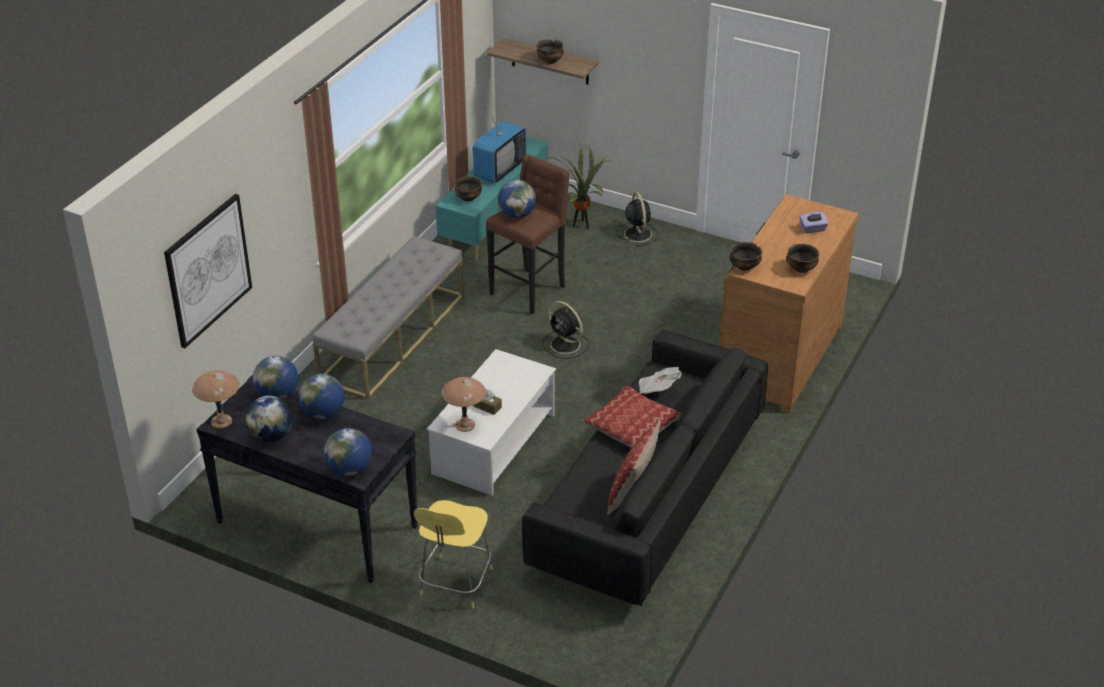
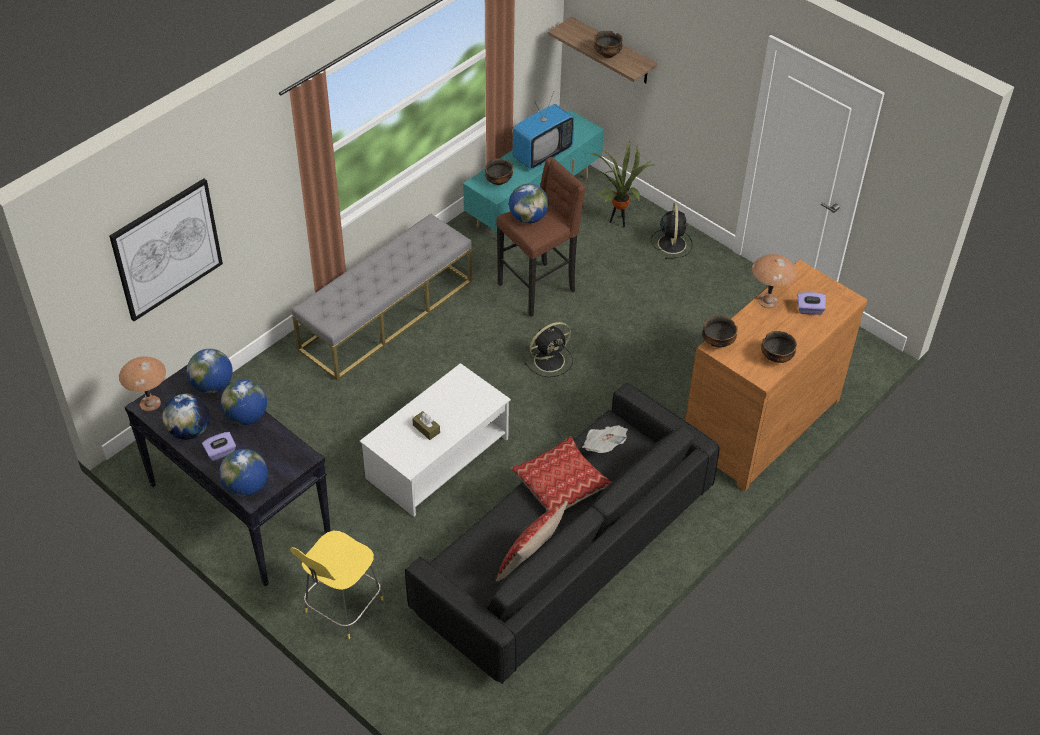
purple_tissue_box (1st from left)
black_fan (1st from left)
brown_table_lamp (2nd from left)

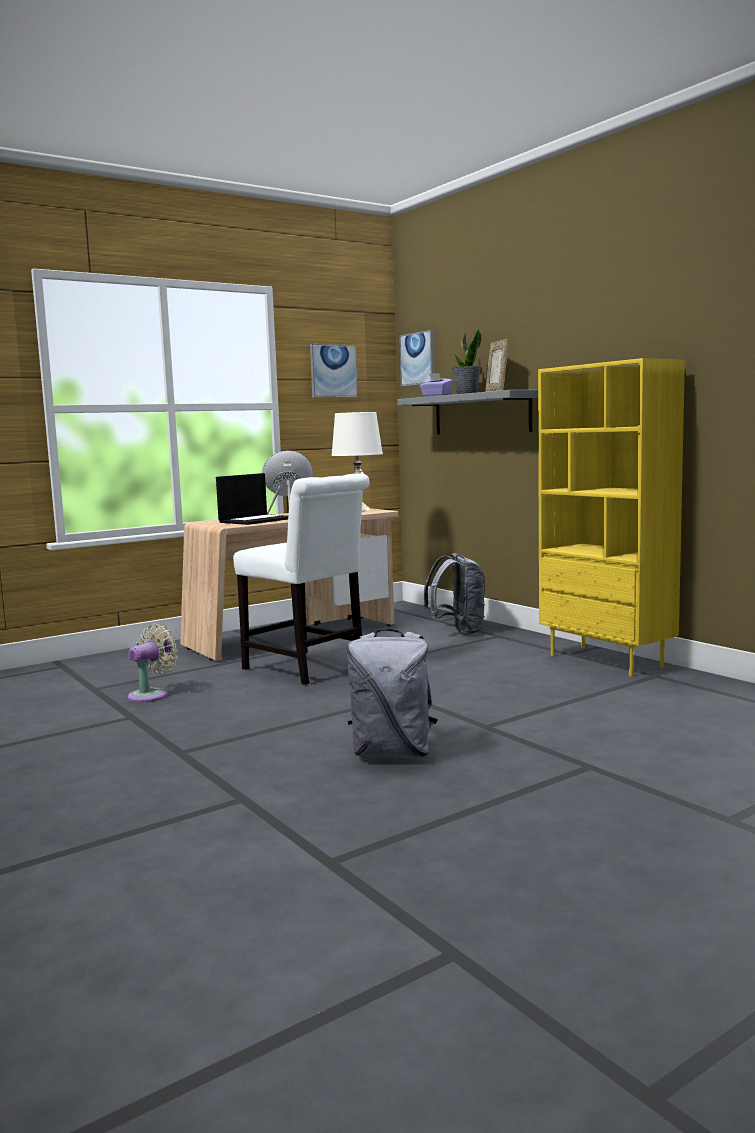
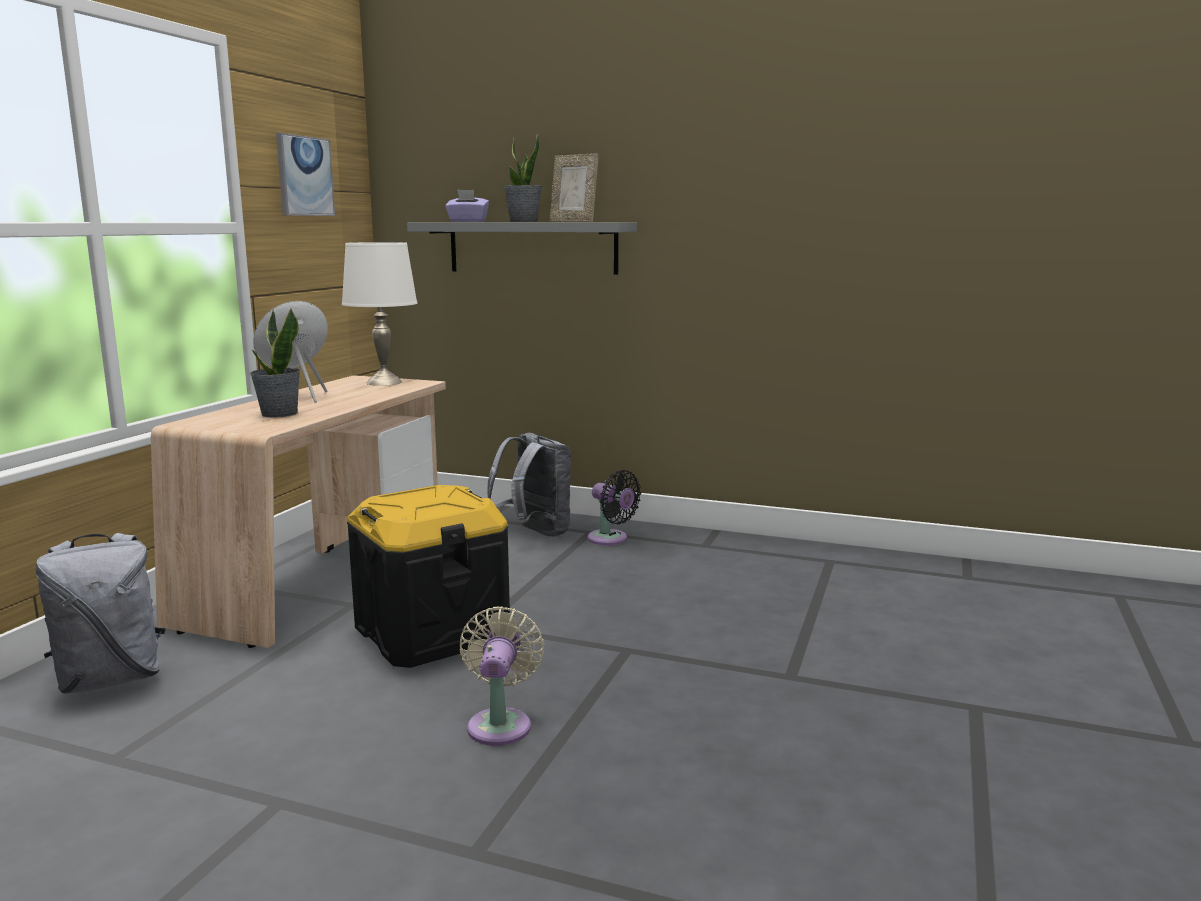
grey_backpack (1st from left)
potted_plant (1st from left)
black_storage_box
beige_fan
black_fan
picture (2nd from left in the first image)
yellow_bookcase

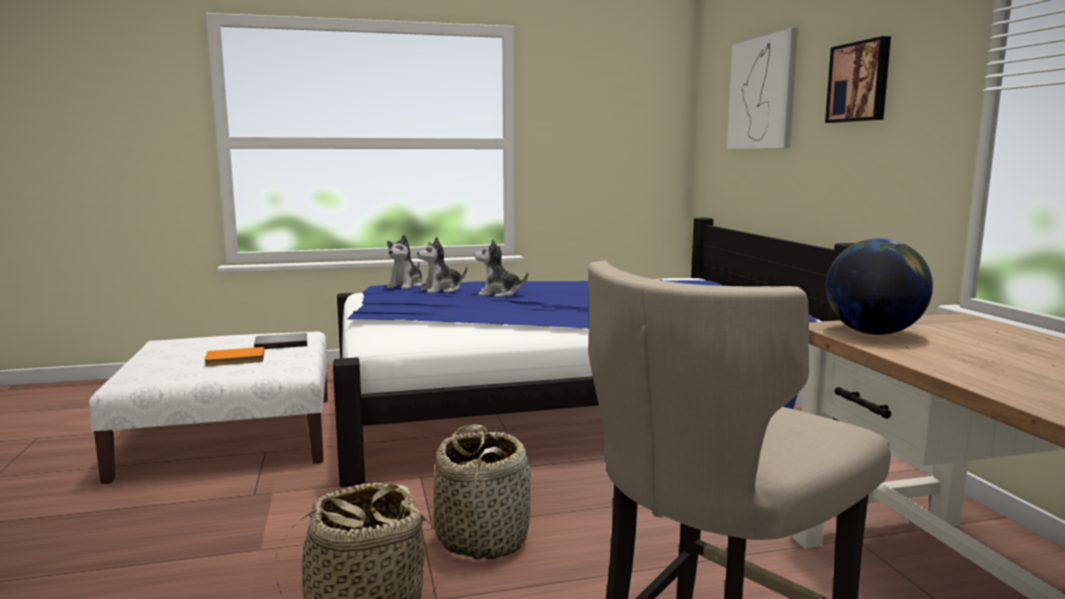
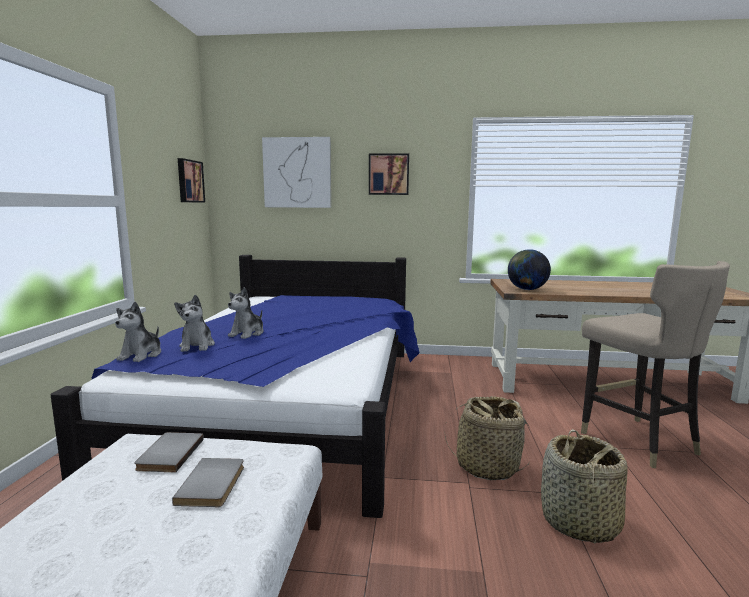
plush_toy (1st from left)
grey_book (2nd from left)
picture (1st from left)

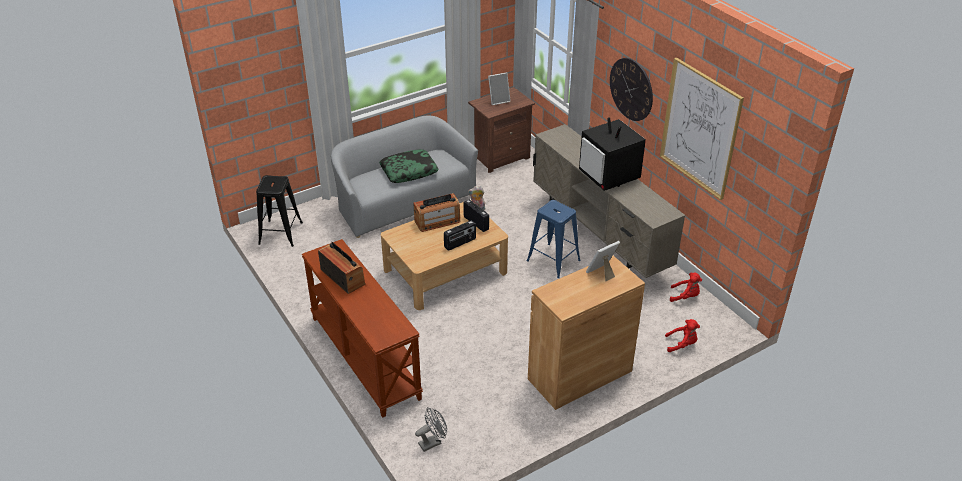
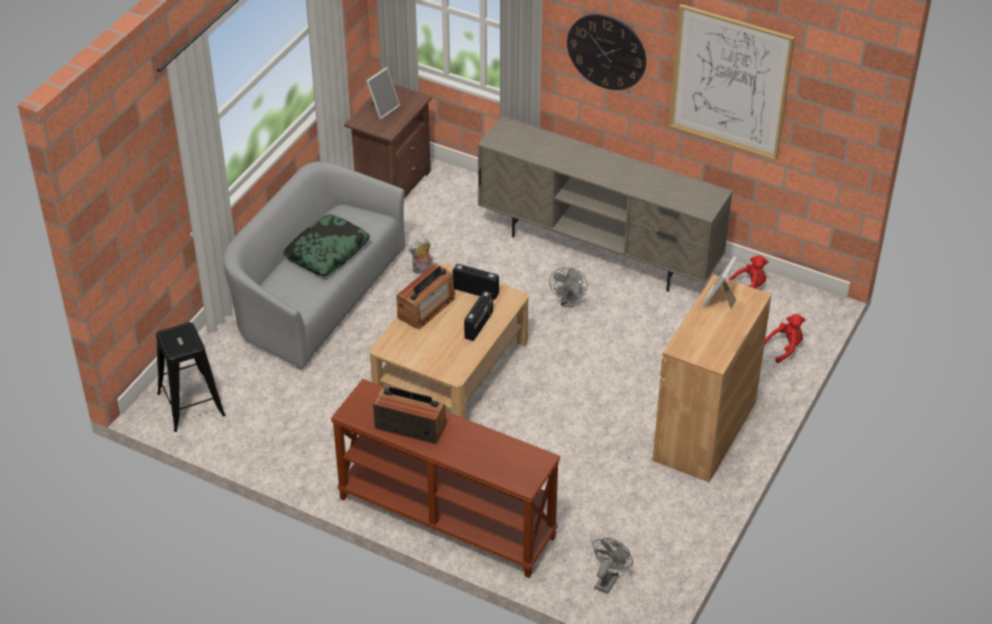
grey_fan (1st from left)
television

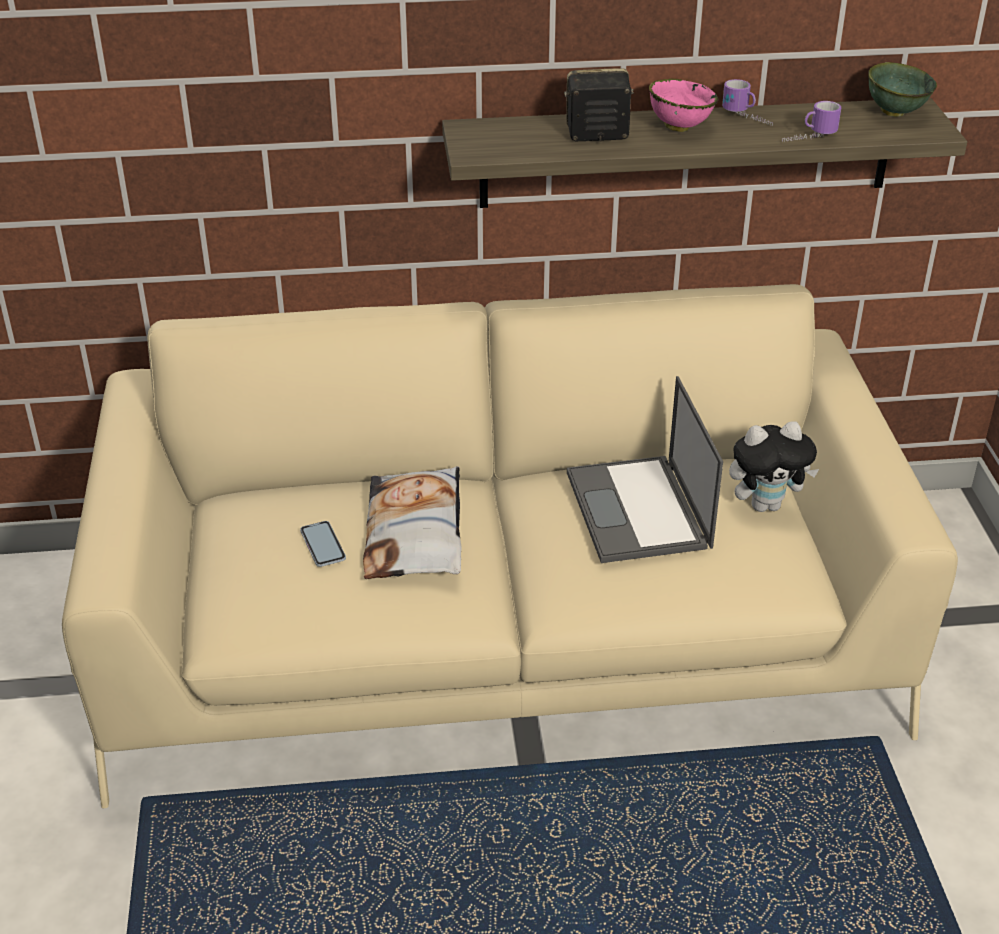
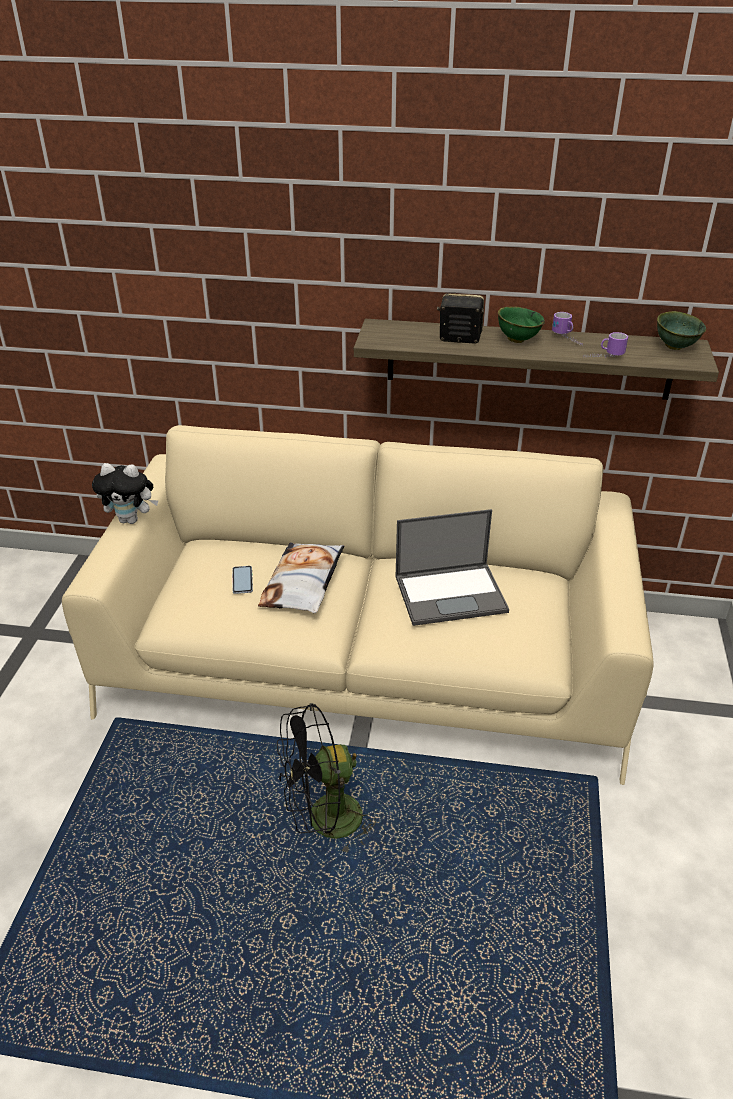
plush_toy
black_fan
laptop
green_bowl (1st from left)

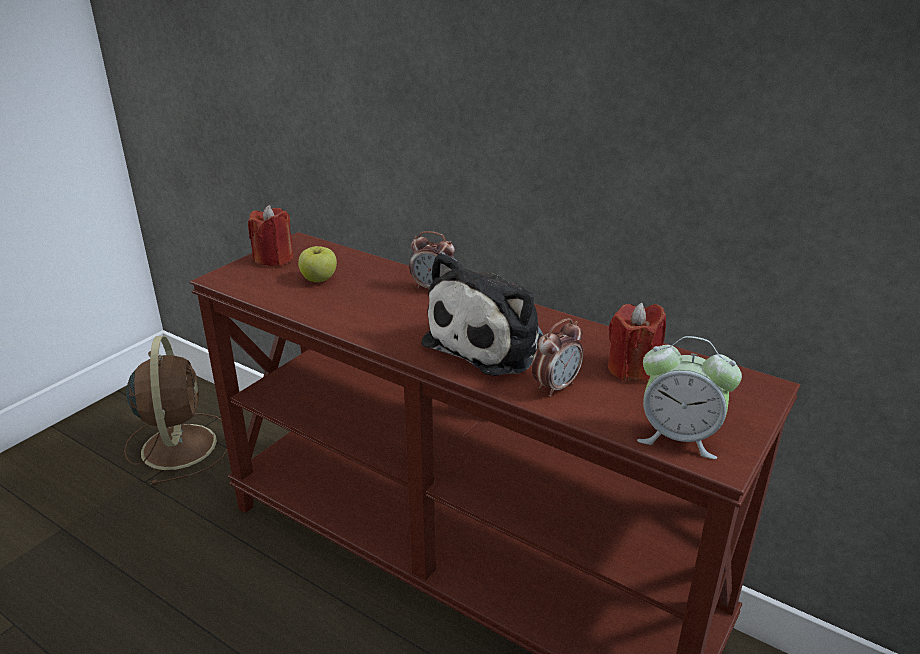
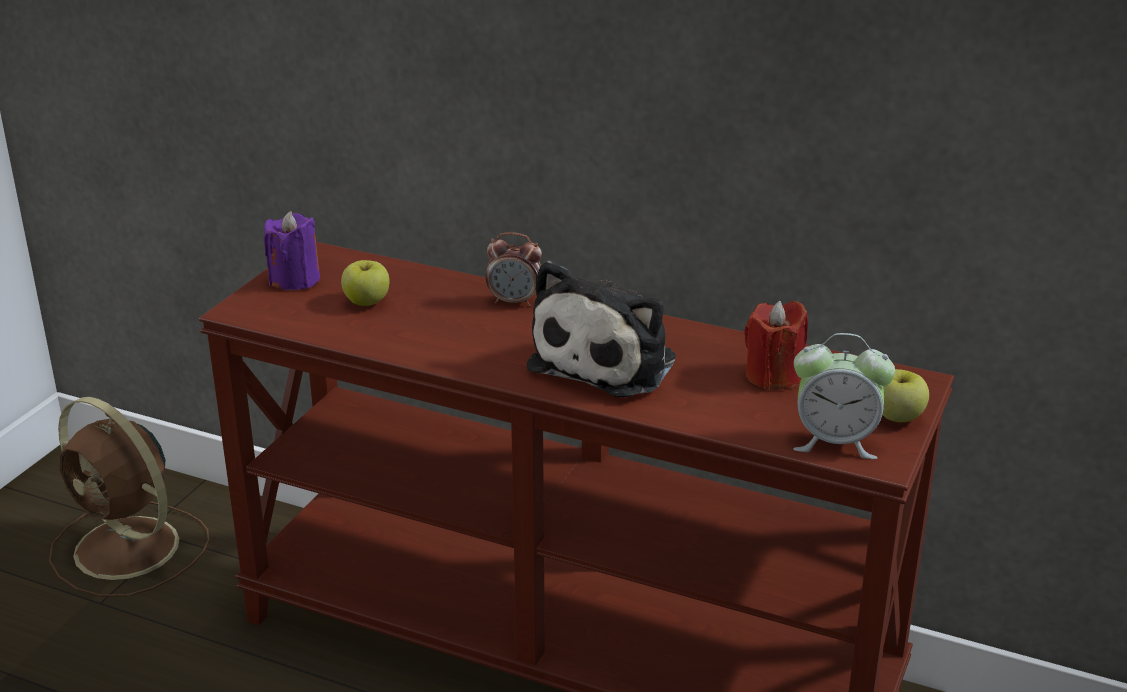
brown_fan
purple_candle
apple (2nd from left)
alarm_clock (2nd from left in the first image)

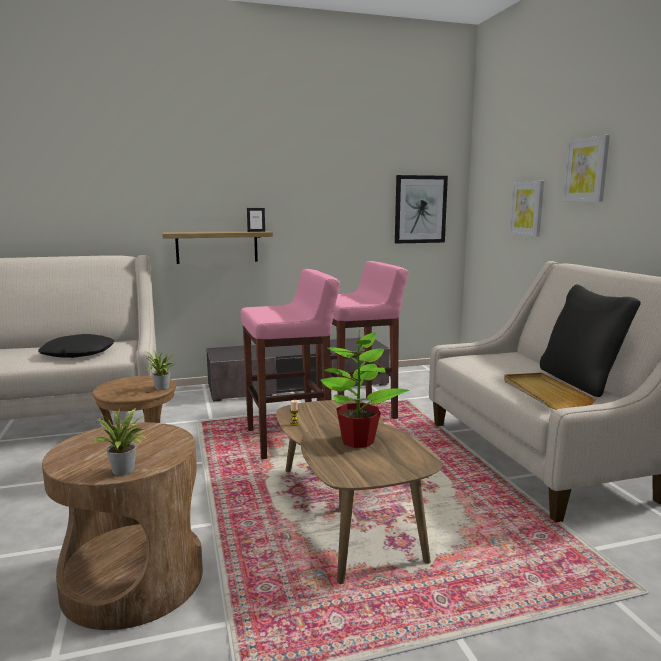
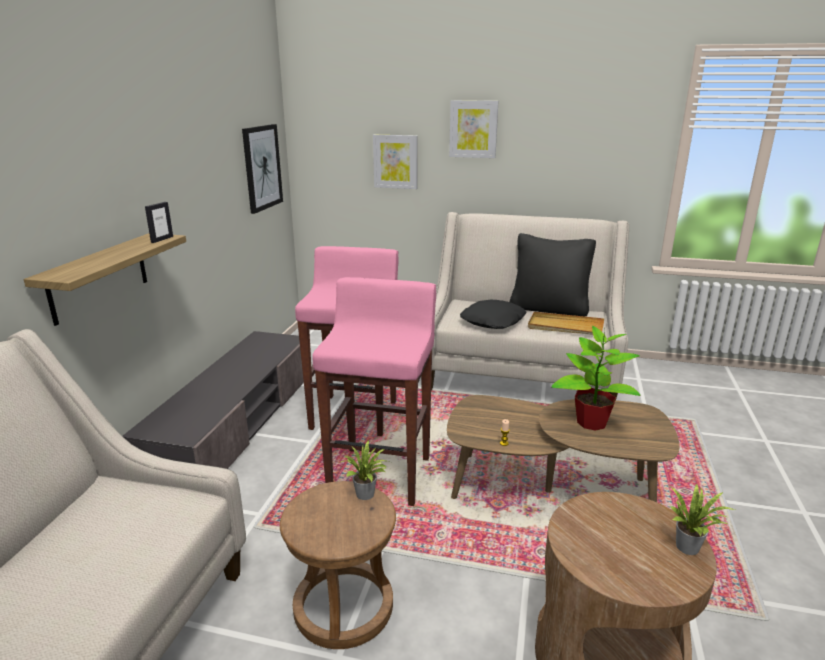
black_pillow (1st from left)

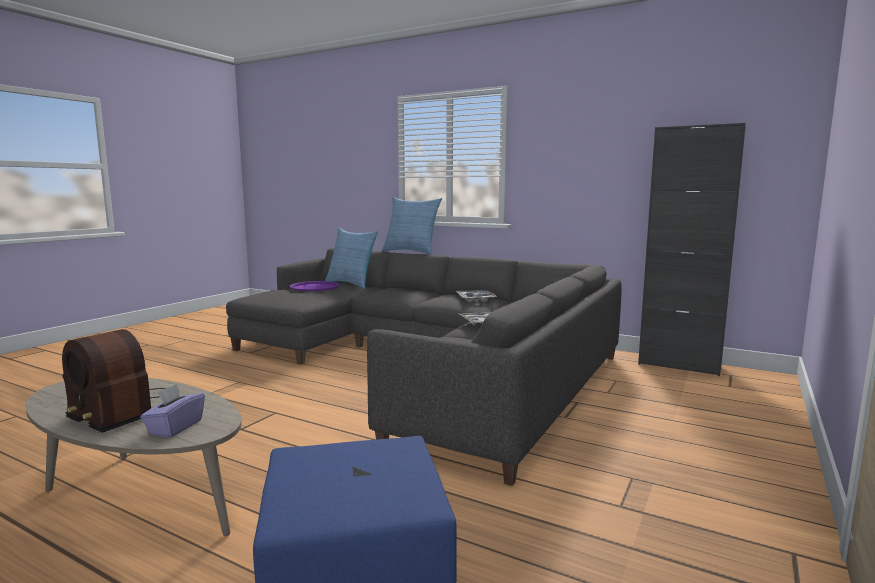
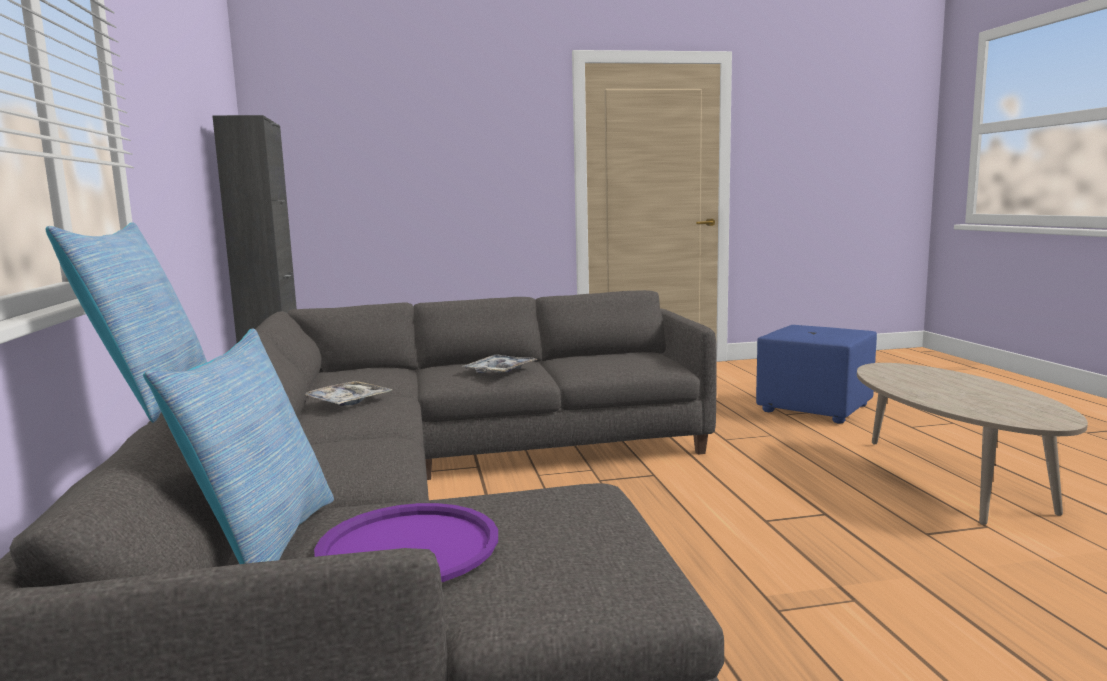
radio
purple_tissue_box

